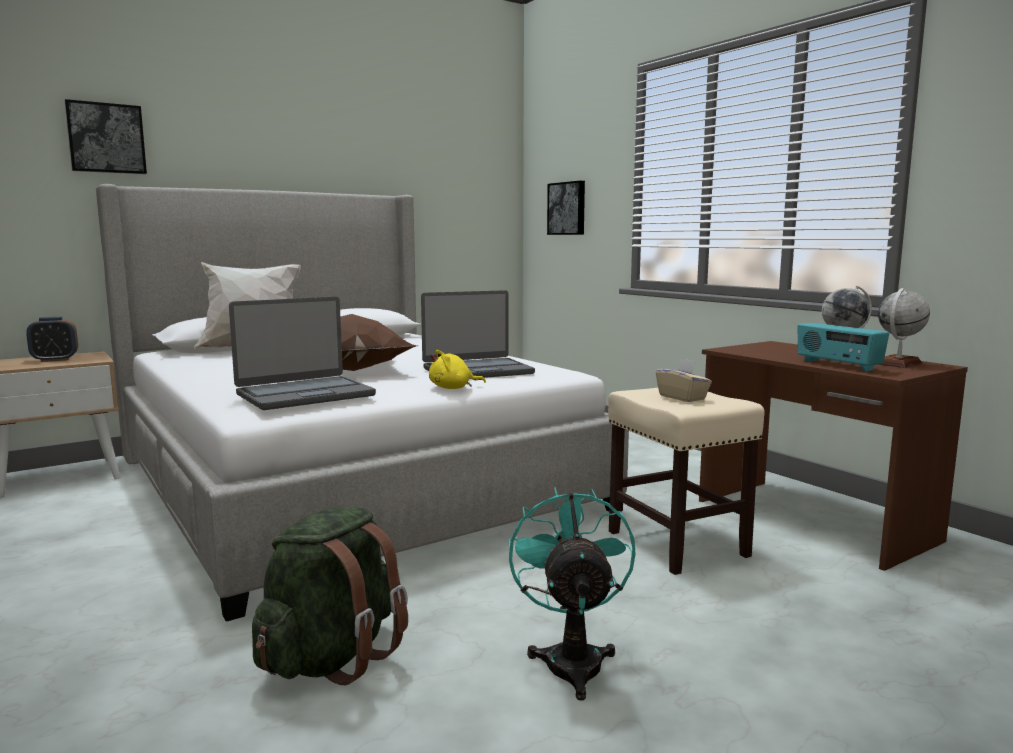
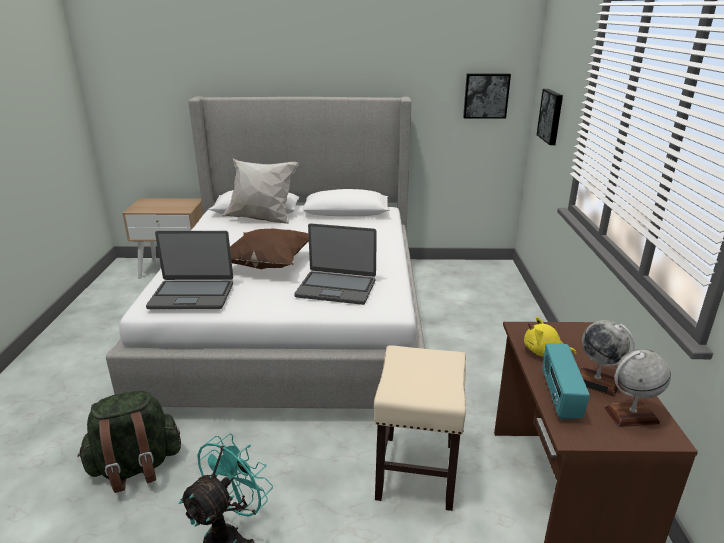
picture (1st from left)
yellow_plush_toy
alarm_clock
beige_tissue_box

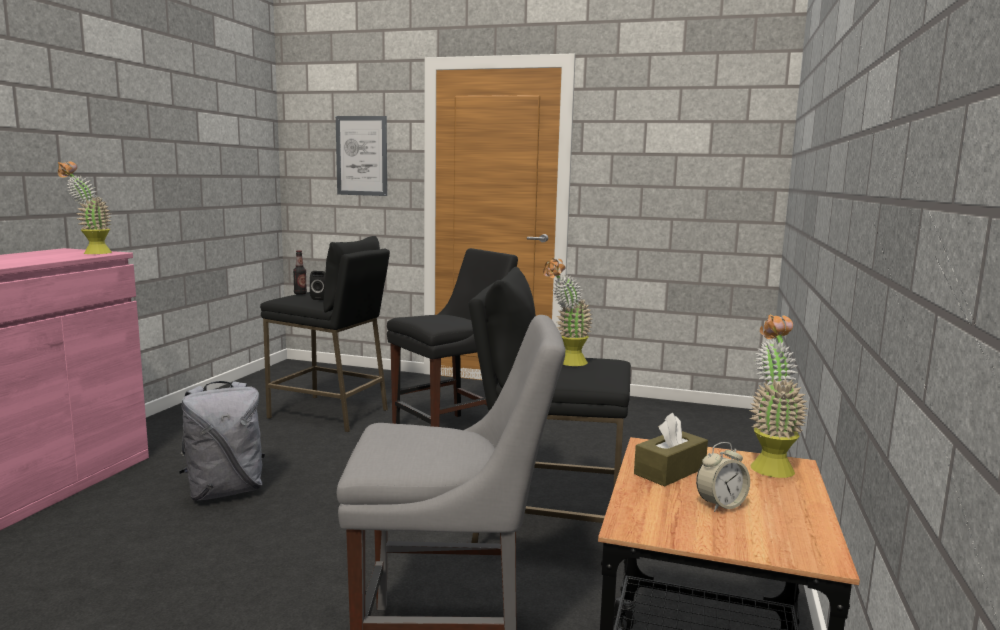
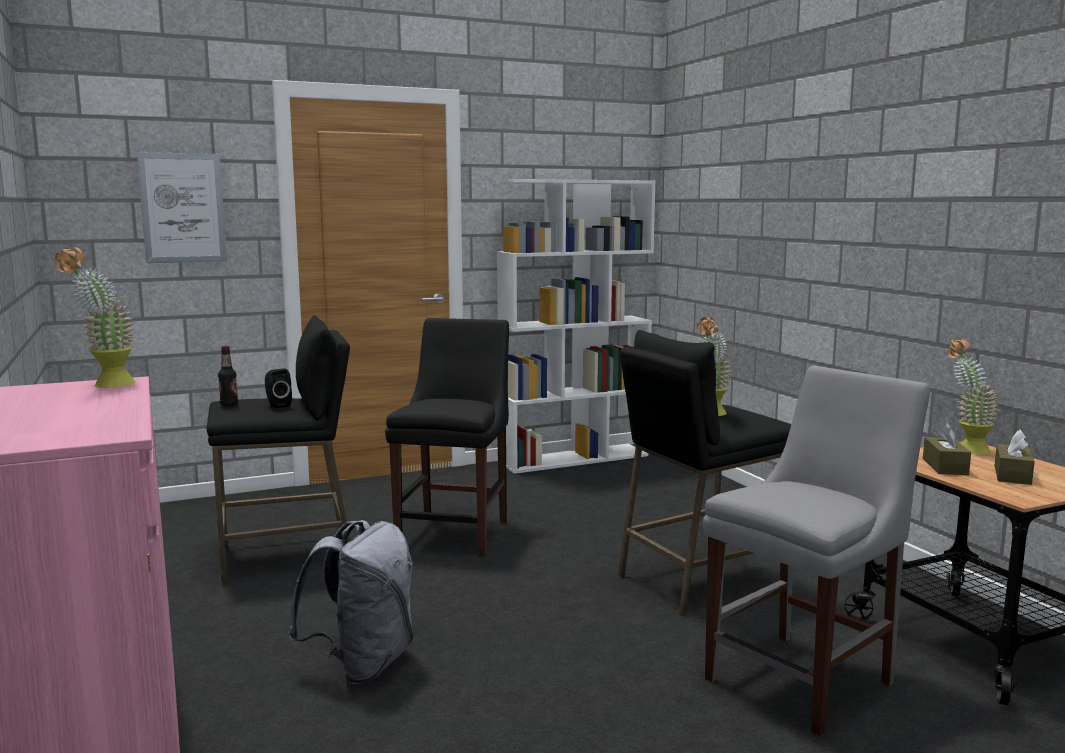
white_bookcase
brown_tissue_box (2nd from left)

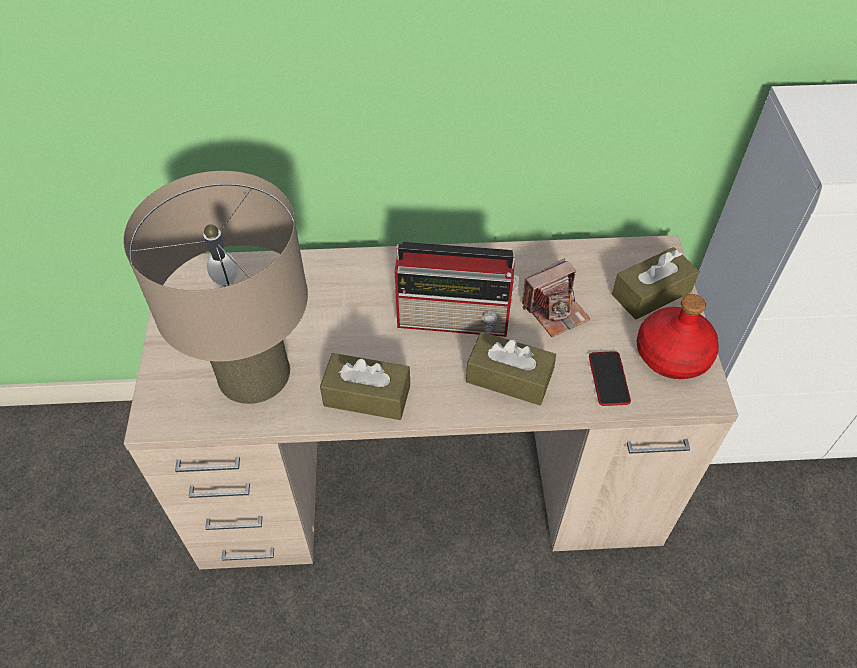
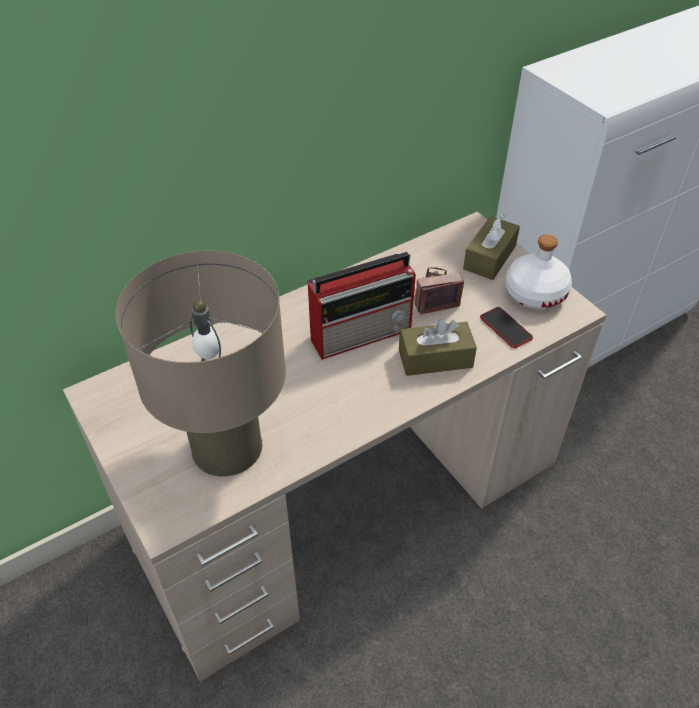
photo_camera
white_bottle
brown_tissue_box (1st from left in the first image)

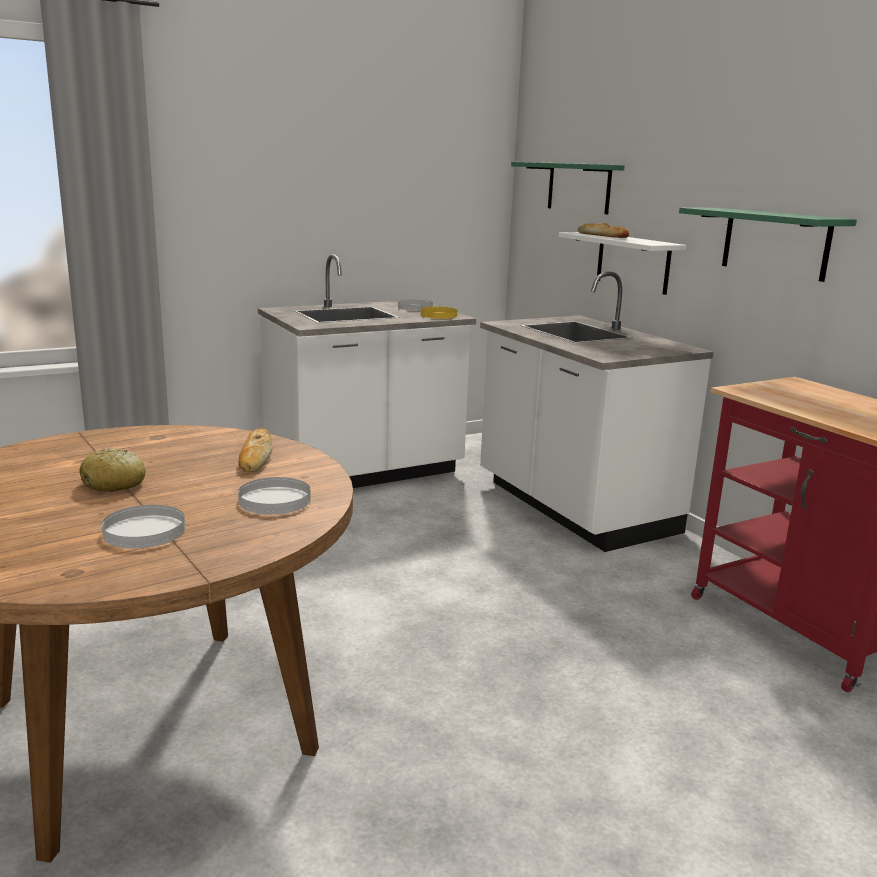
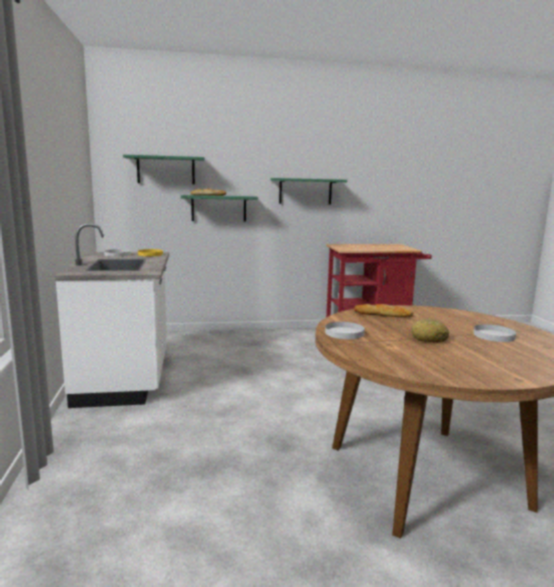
green_shelf (2nd from left)
white_plate (2nd from left)
white_counter (2nd from left in the first image)

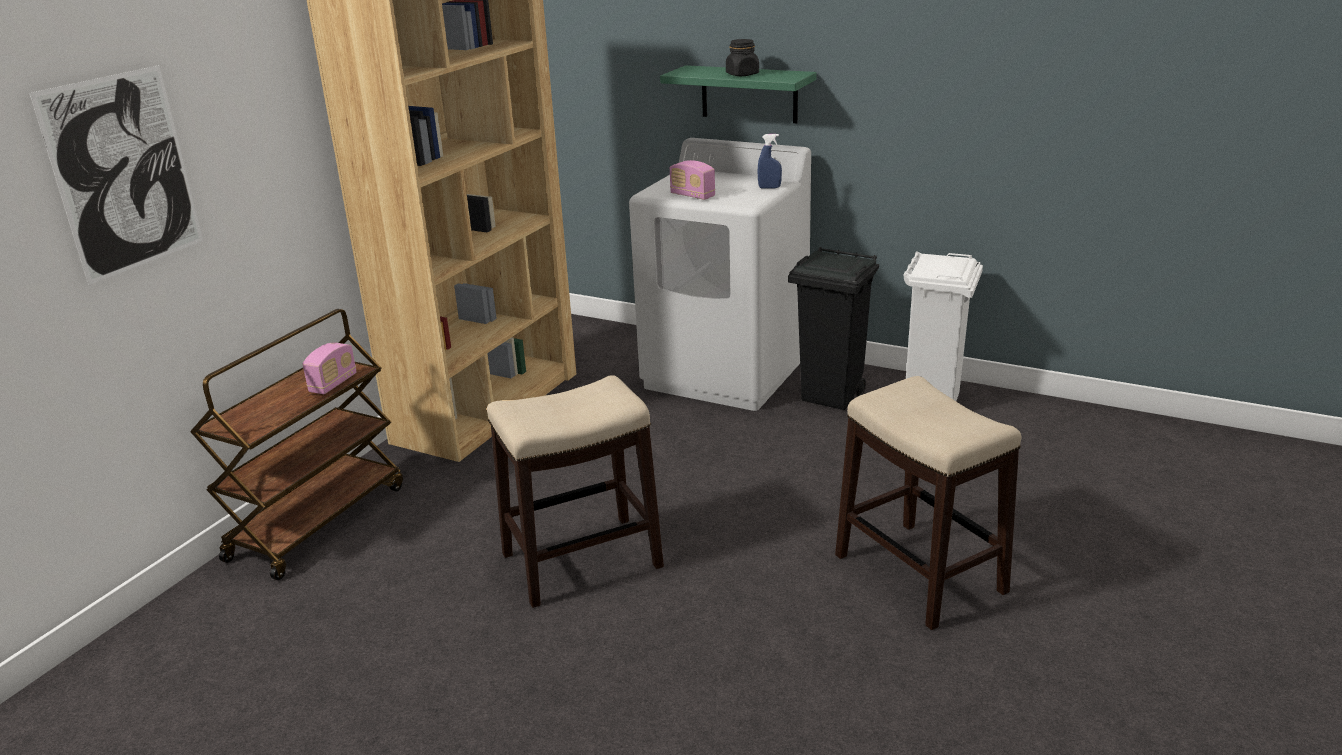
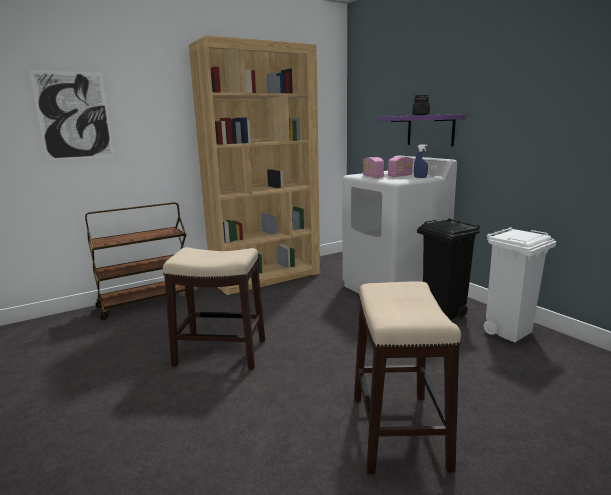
purple_shelf
radio (2nd from left)

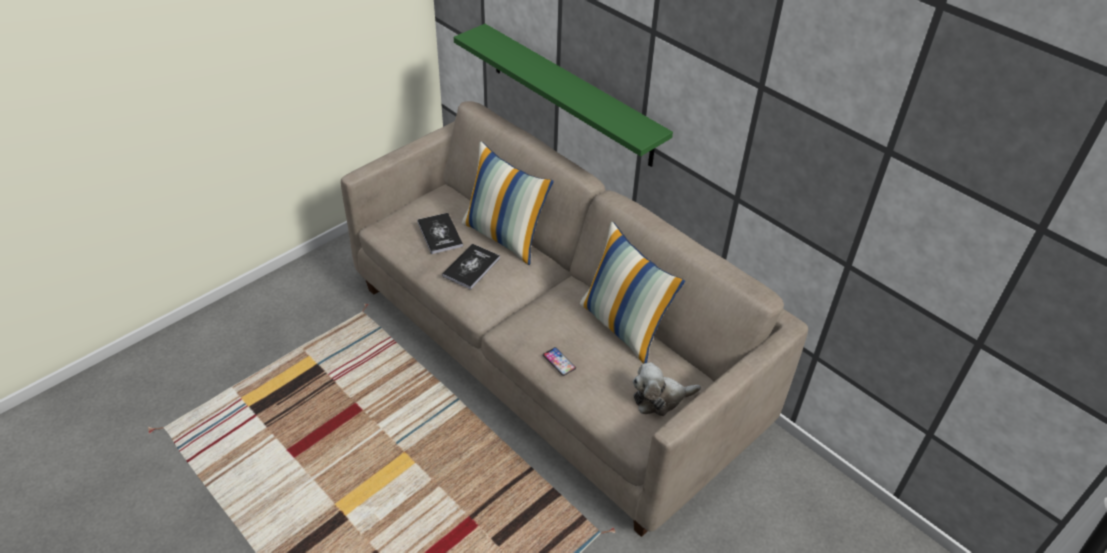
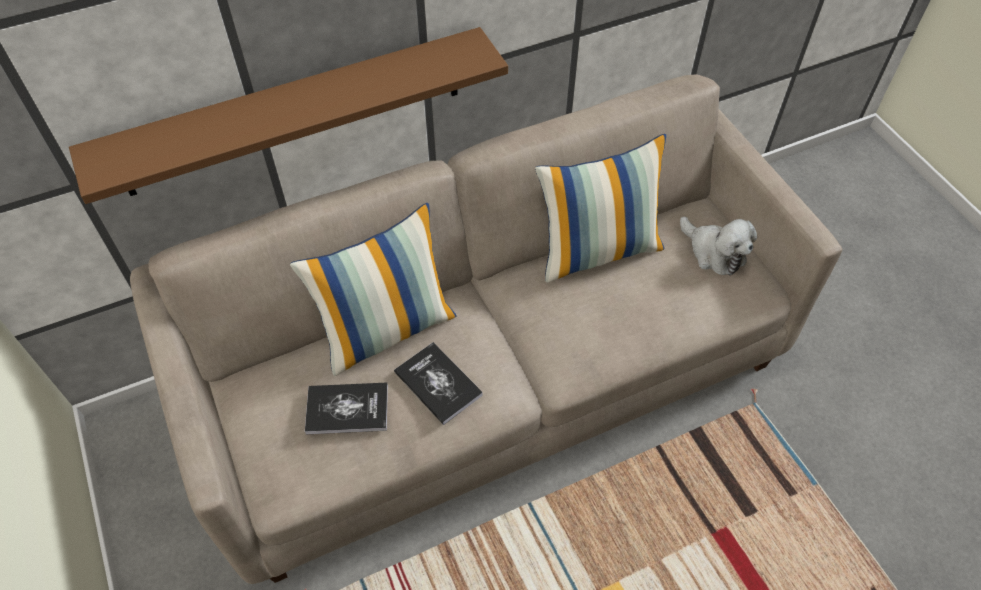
brown_shelf
plush_toy
phone

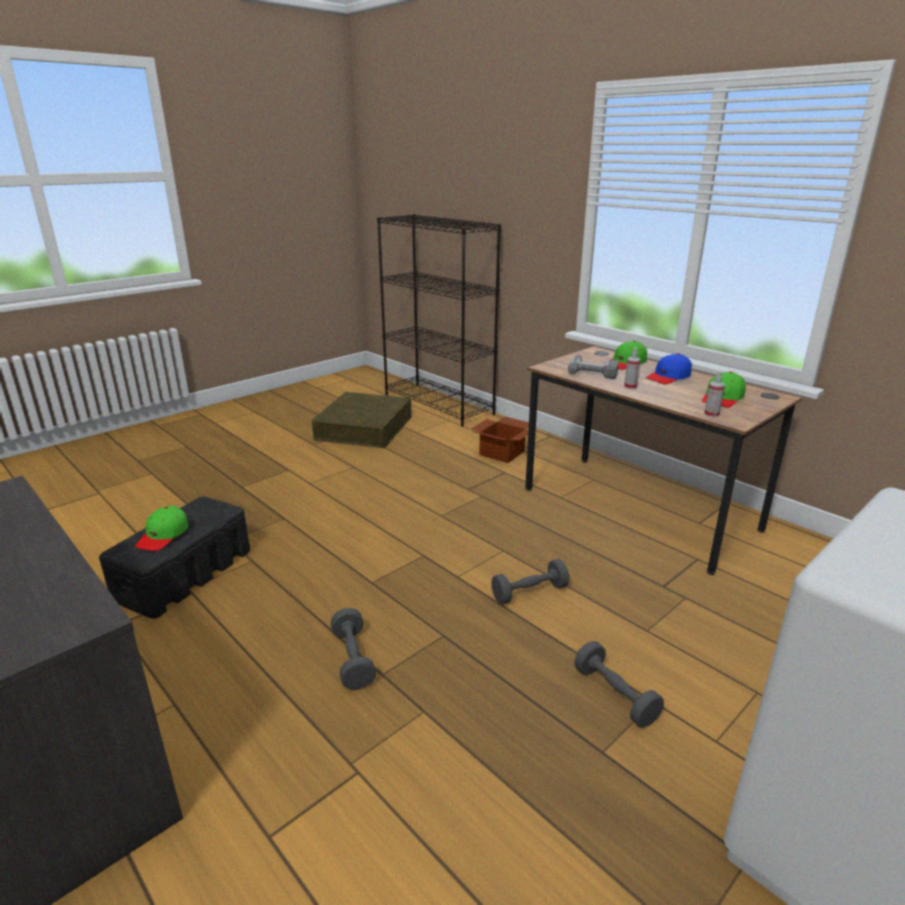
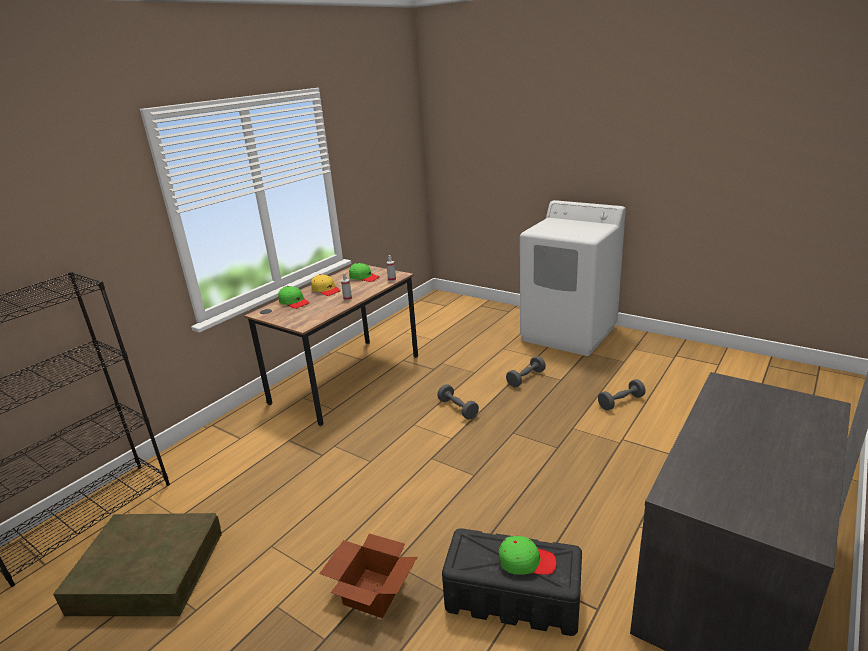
yellow_cap
cardboard_box
grey_dumbbell (3rd from left)
power_drill

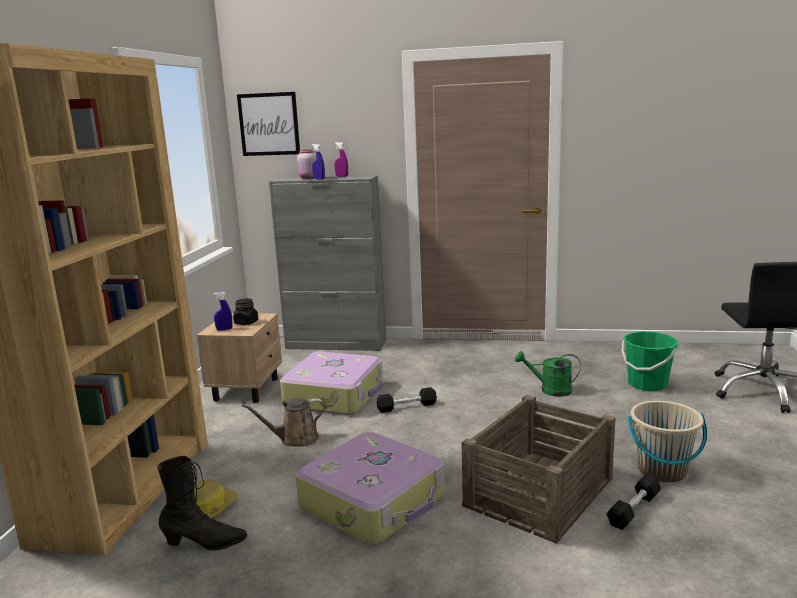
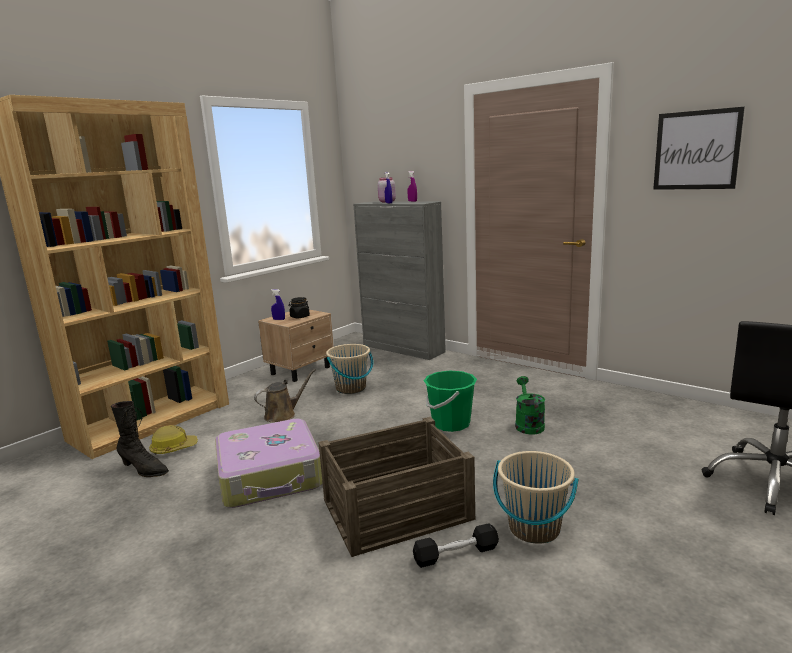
brown_watering_can
beige_bucket (1st from left)
green_bucket
green_watering_can
picture
black_dumbbell (1st from left in the first image)

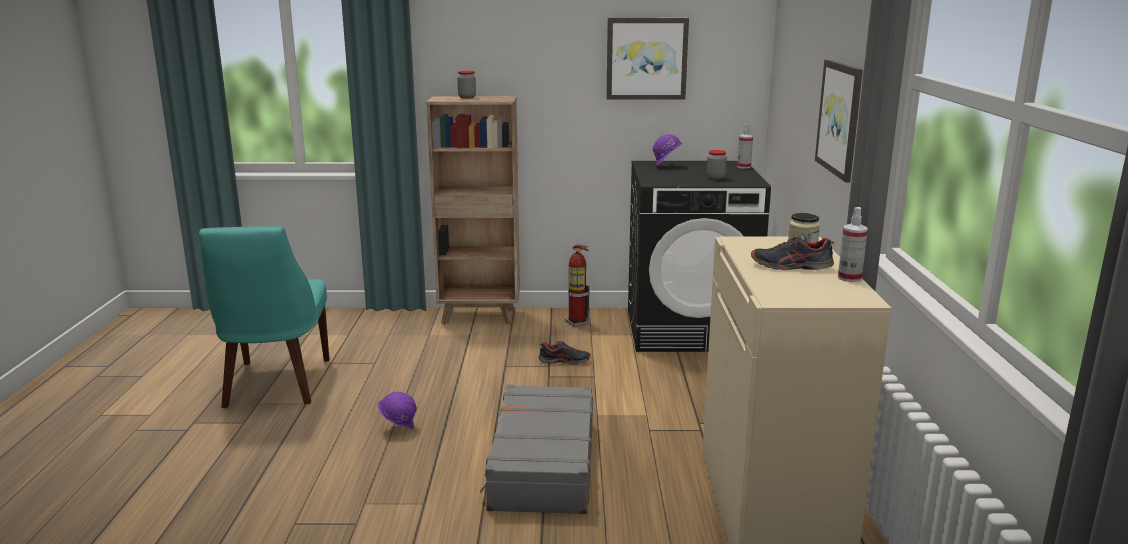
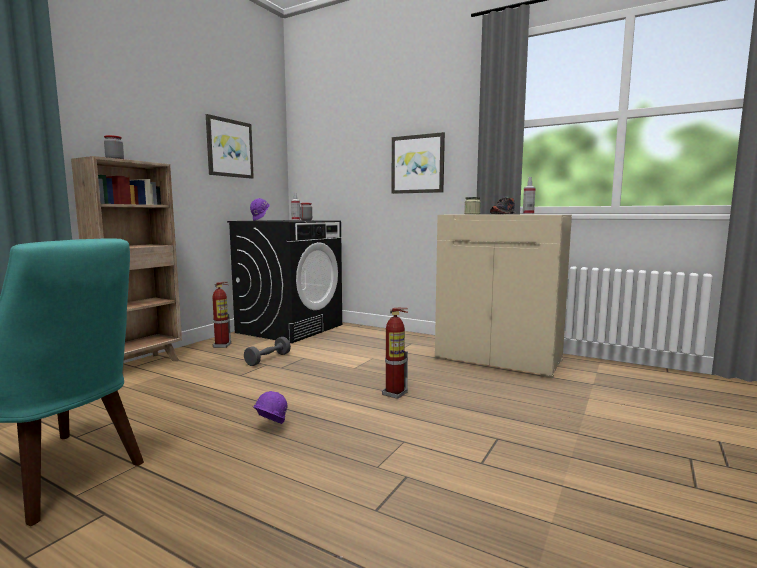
grey_dumbbell
fire_extinguisher (2nd from left)

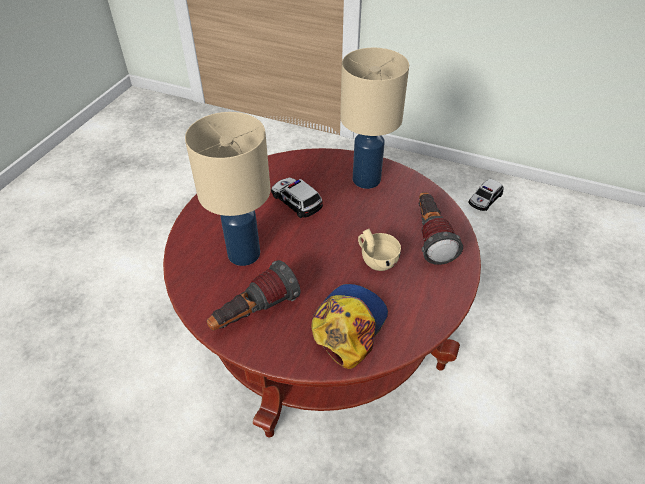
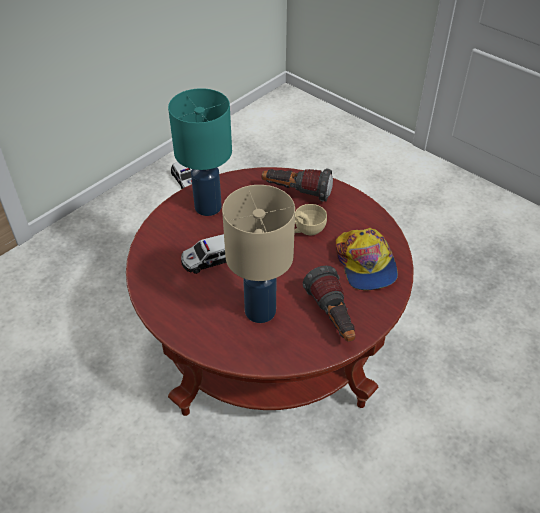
turquoise_table_lamp
cap

